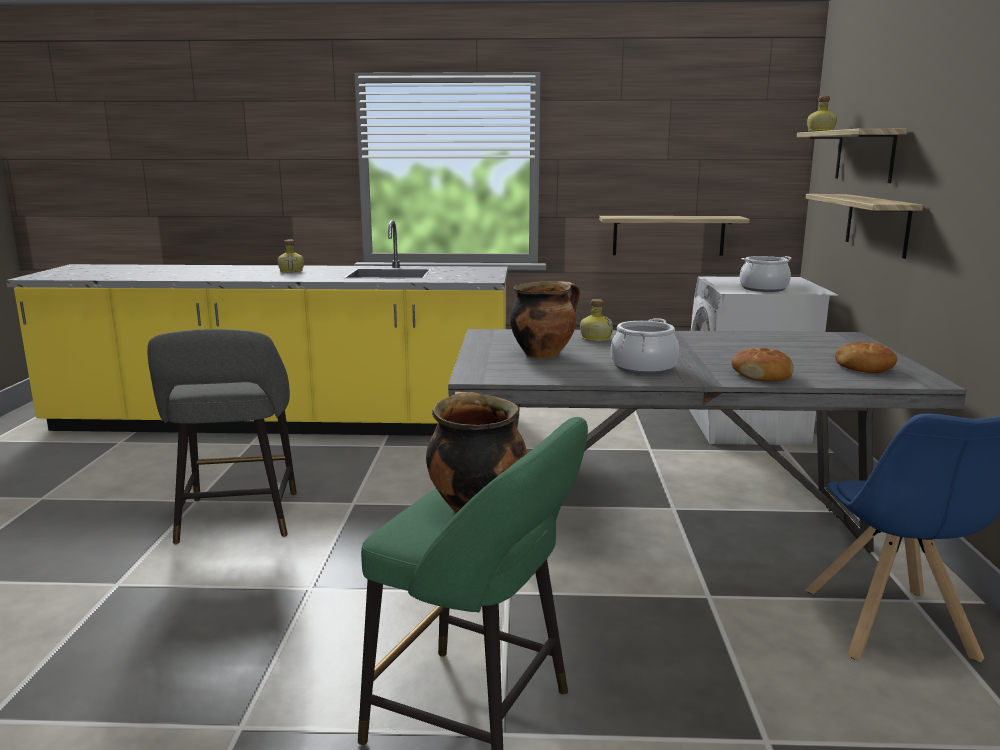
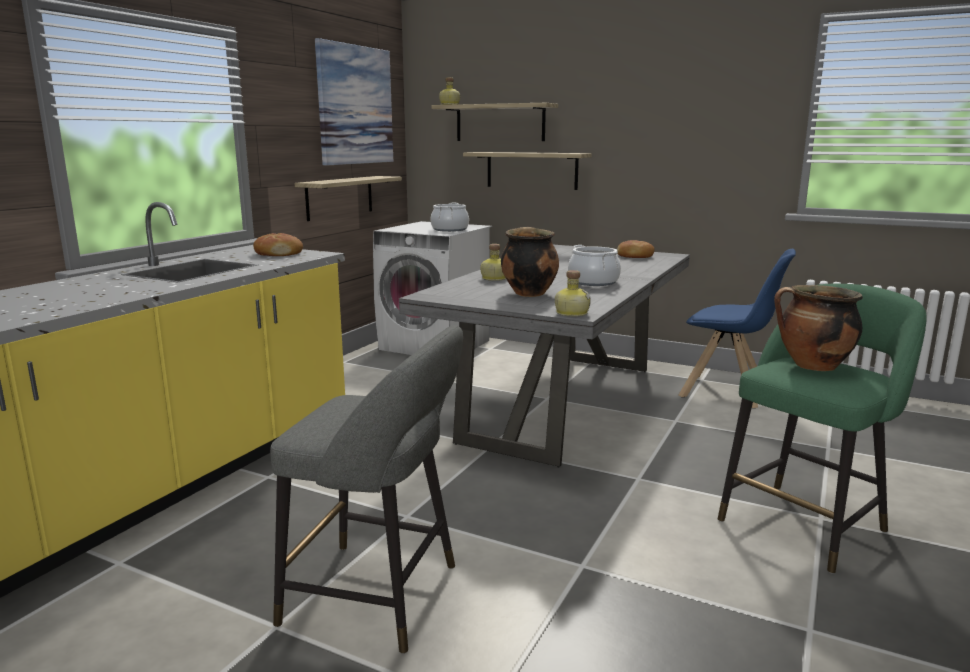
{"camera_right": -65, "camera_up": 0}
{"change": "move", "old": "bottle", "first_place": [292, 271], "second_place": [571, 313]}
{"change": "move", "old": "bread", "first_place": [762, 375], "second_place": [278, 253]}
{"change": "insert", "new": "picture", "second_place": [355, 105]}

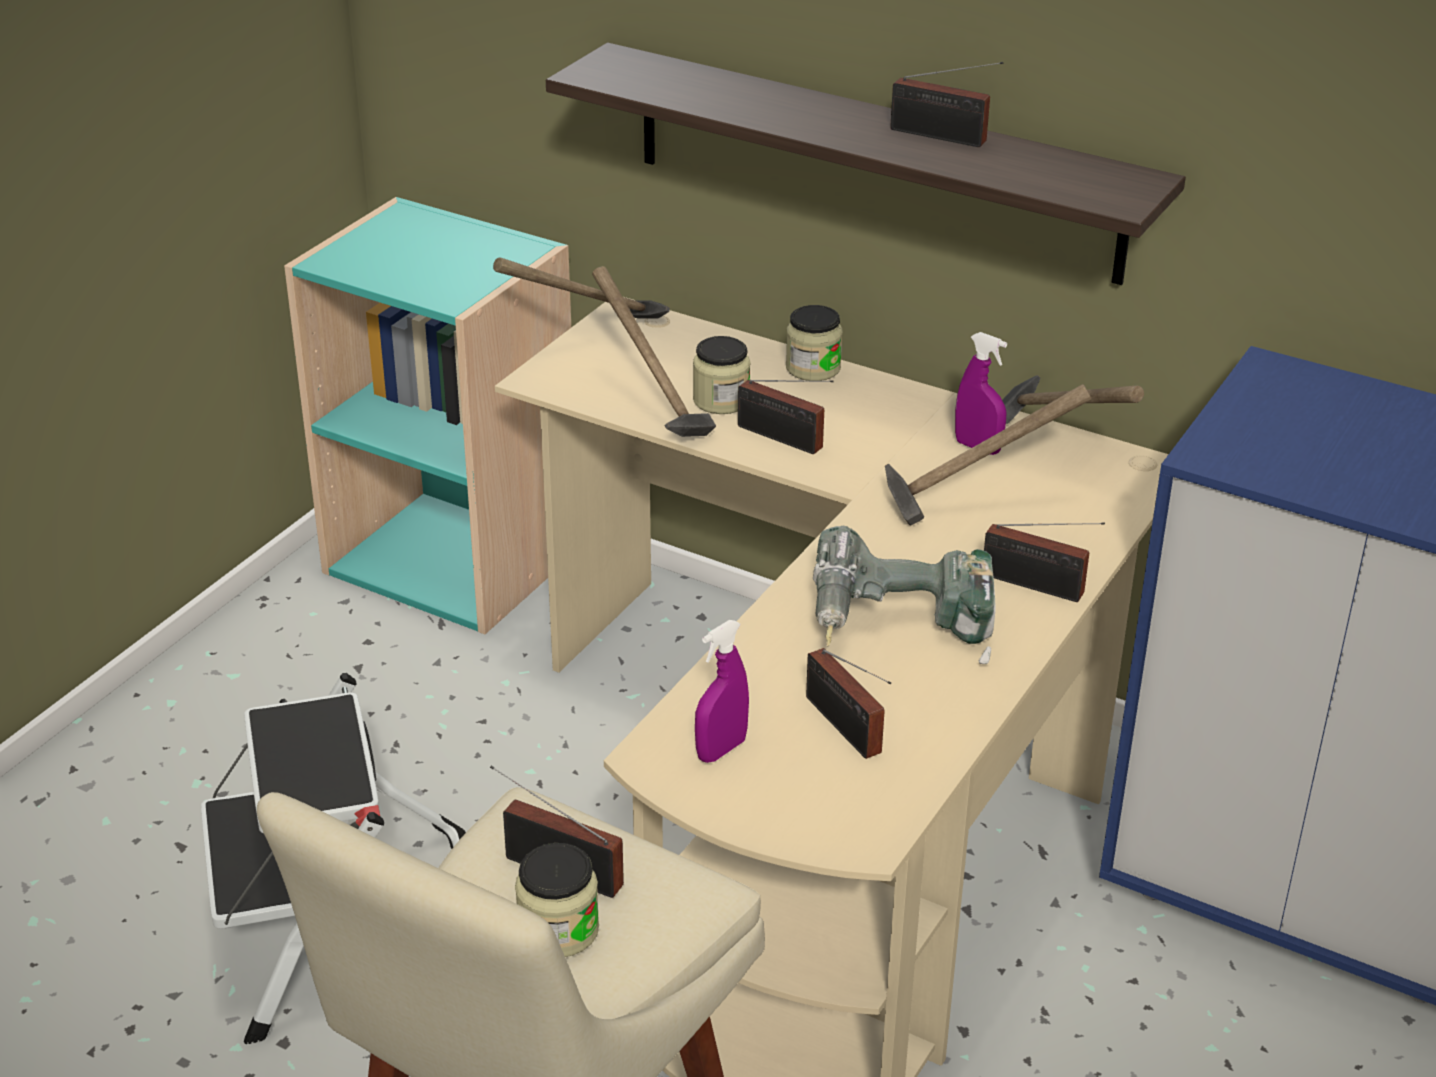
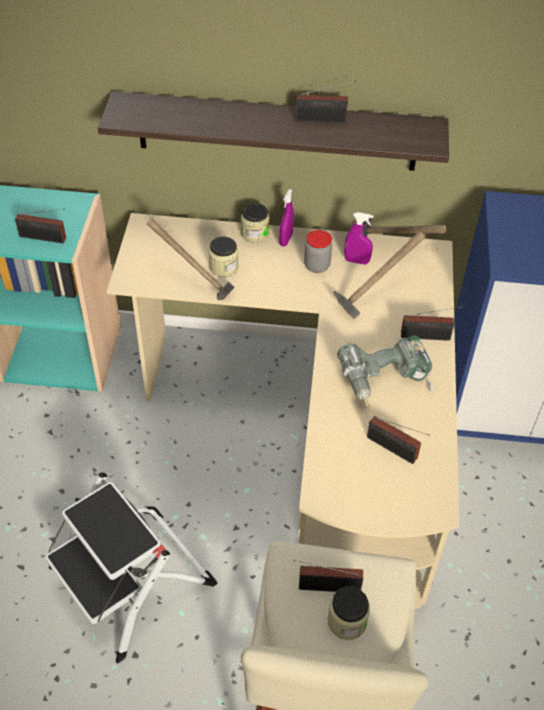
{"camera_right": -25, "camera_up": 15}
{"change": "delete", "old": "hammer", "first_place": [589, 342]}
{"change": "move", "old": "radio", "first_place": [783, 439], "second_place": [45, 238]}
{"change": "move", "old": "spray bottle (purple)", "first_place": [721, 750], "second_place": [286, 240]}
{"change": "insert", "new": "jar", "second_place": [317, 266]}

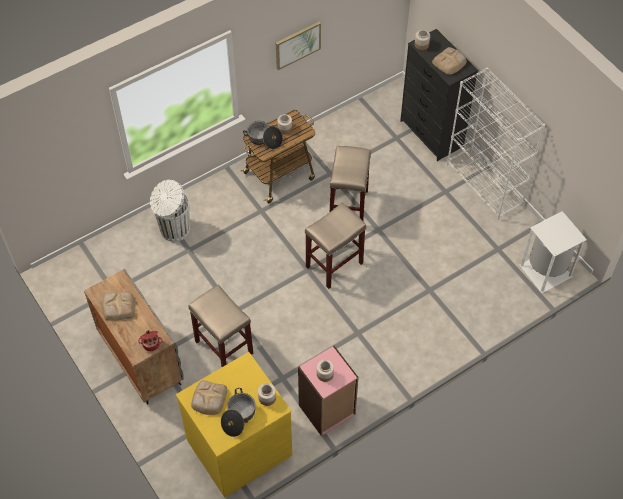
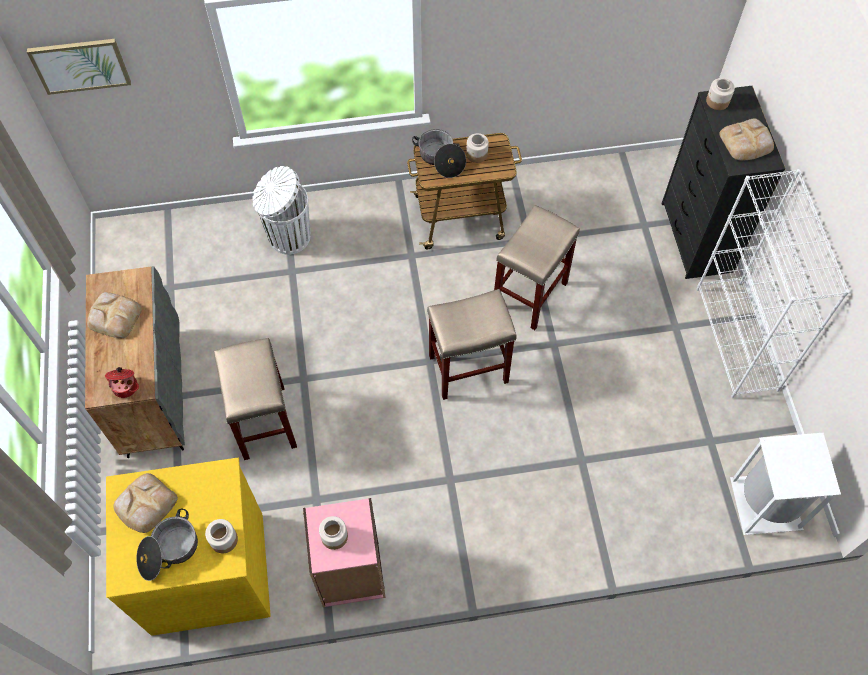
{"camera_right": 25, "camera_up": 5}
{"change": "move", "old": "picture", "first_place": [297, 45], "second_place": [80, 65]}

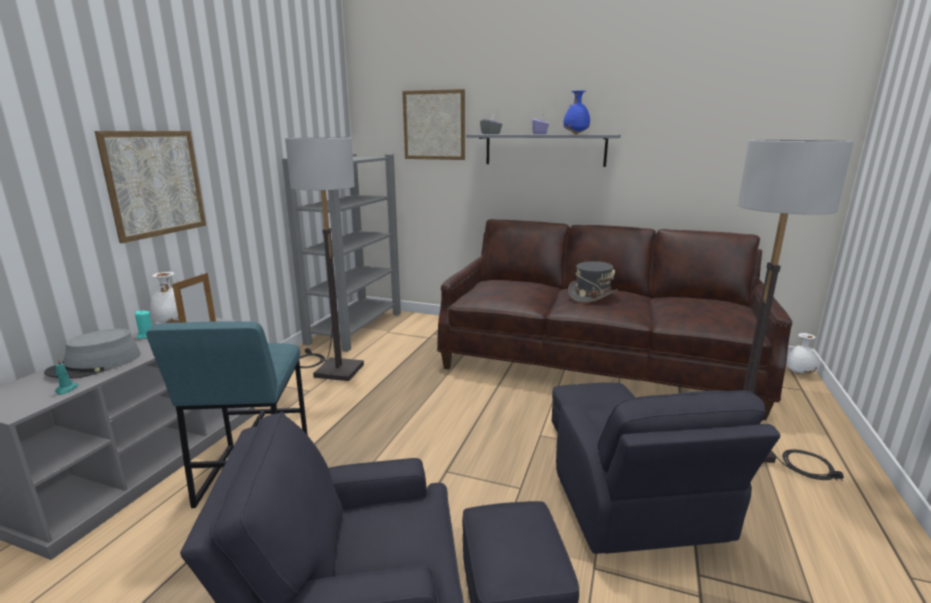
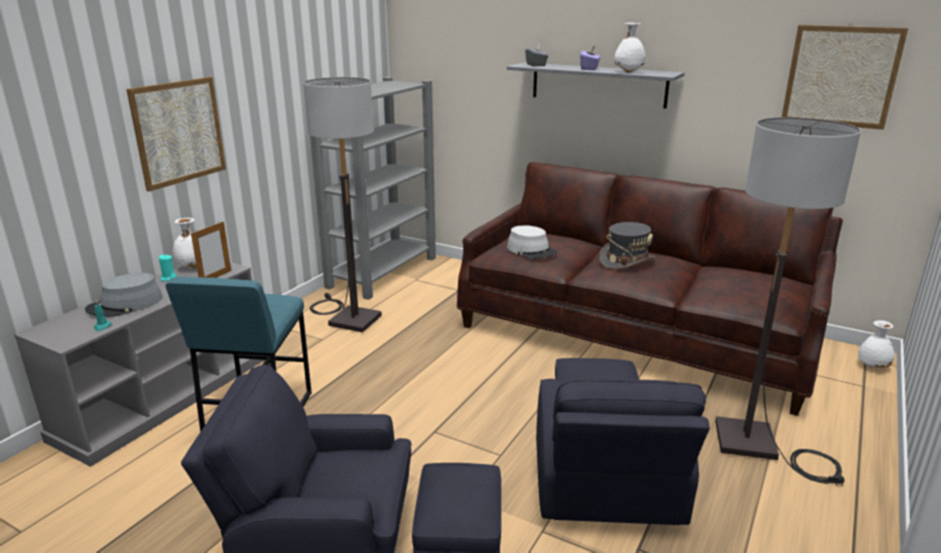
{"camera_right": 10, "camera_up": 5}
{"change": "move", "old": "picture", "first_place": [434, 124], "second_place": [841, 75]}
{"change": "recolor", "old": "vase (blue)", "new": "vase (white)", "first_place": [575, 134], "second_place": [628, 72]}
{"change": "insert", "new": "hat (grey)", "second_place": [531, 250]}

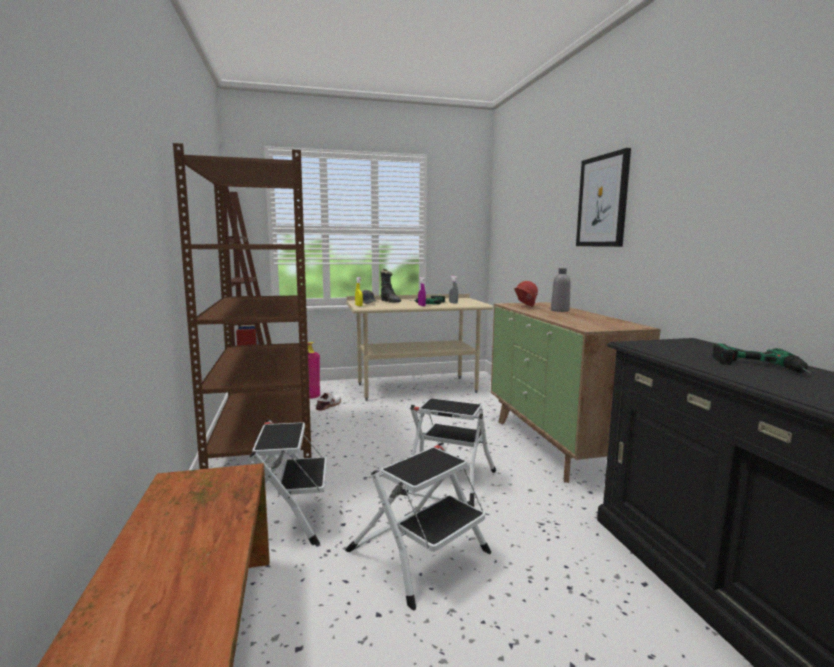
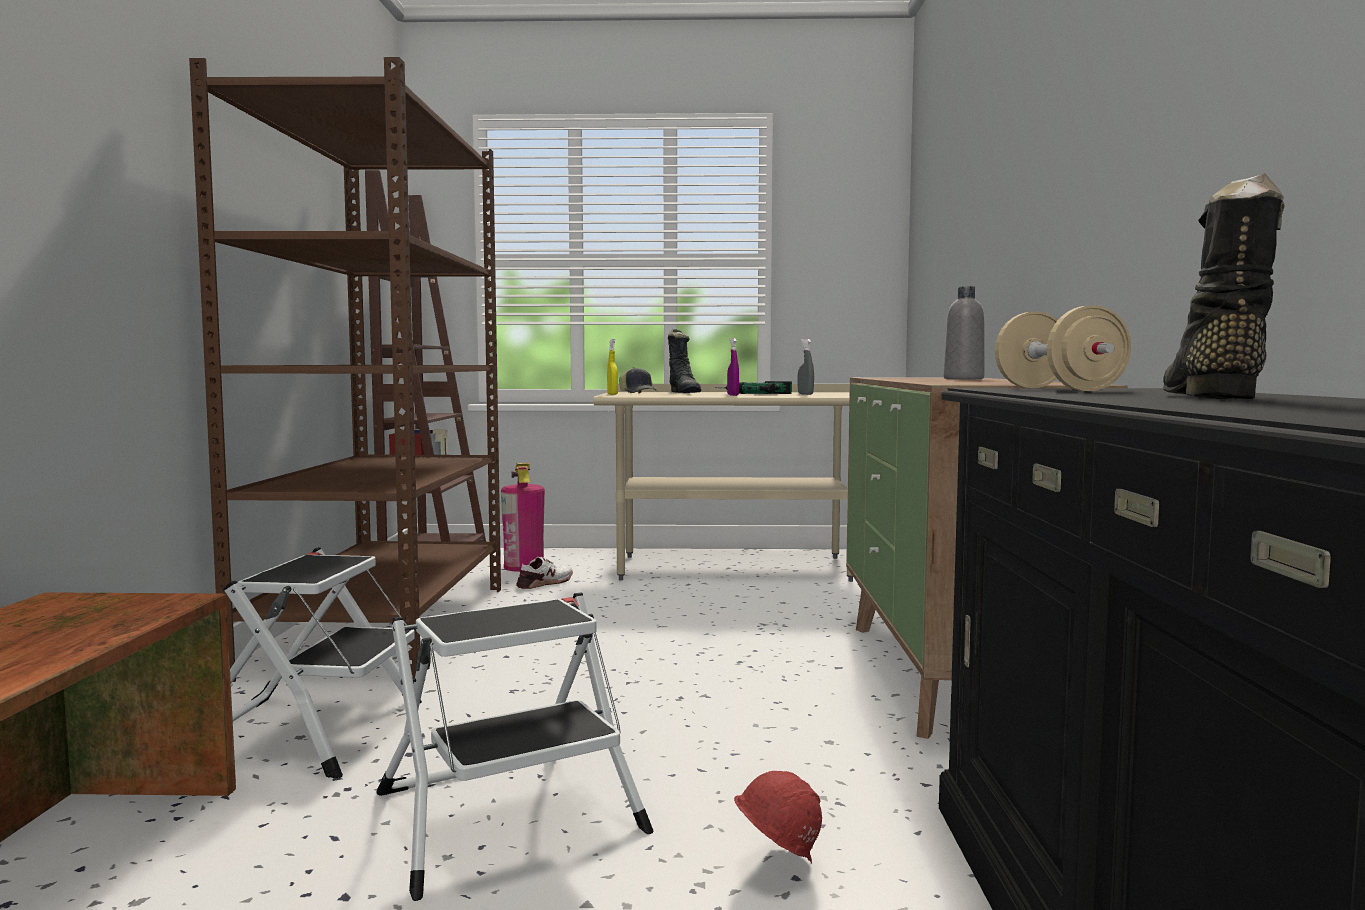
{"camera_right": 15, "camera_up": -5}
{"change": "delete", "old": "picture", "first_place": [603, 201]}
{"change": "move", "old": "hard hat (red)", "first_place": [524, 307], "second_place": [775, 866]}
{"change": "replace", "old": "power drill", "new": "boot (black)", "first_place": [761, 368], "second_place": [1210, 396]}
{"change": "delete", "old": "step ladder", "first_place": [447, 480]}
{"change": "insert", "new": "dumbbell (beige)", "second_place": [1057, 389]}

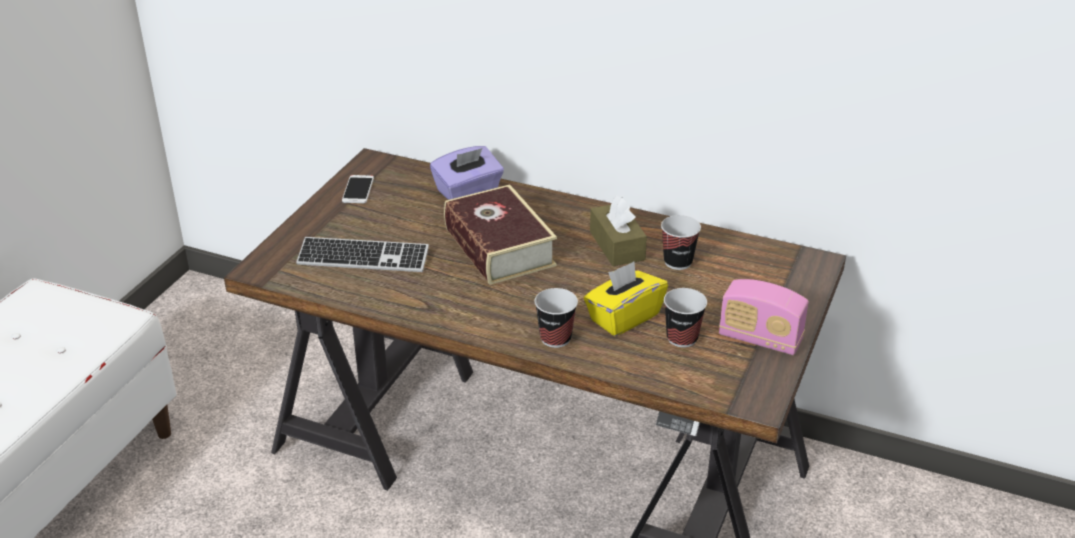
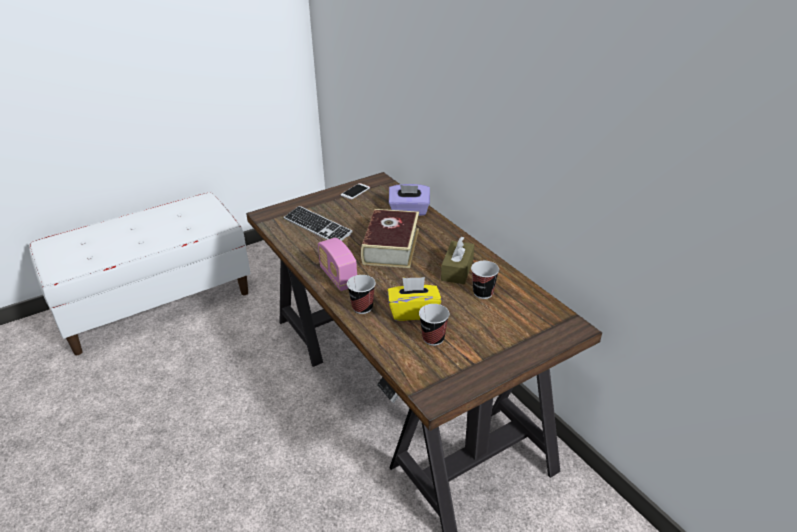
{"camera_right": 35, "camera_up": 0}
{"change": "move", "old": "radio", "first_place": [760, 339], "second_place": [338, 277]}

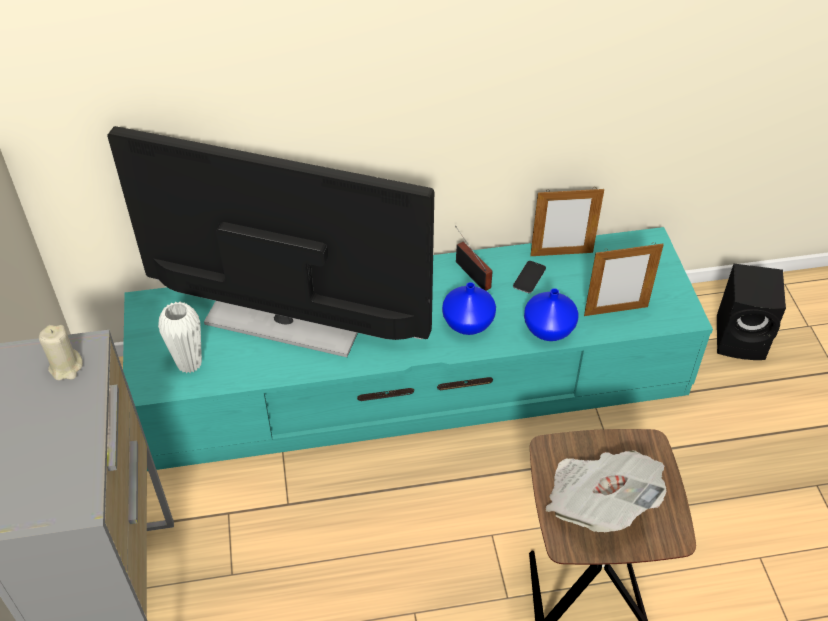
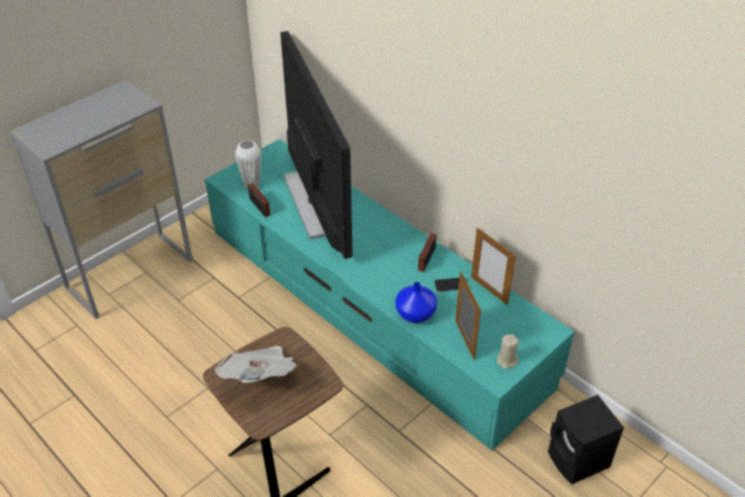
{"camera_right": 55, "camera_up": -5}
{"change": "rotate", "old": "picture frame", "first_place": [616, 311], "second_place": [464, 339], "degrees": -150}
{"change": "delete", "old": "vase (blue)", "first_place": [467, 322]}
{"change": "move", "old": "candle (beige)", "first_place": [66, 367], "second_place": [507, 361]}
{"change": "insert", "new": "radio", "second_place": [260, 208]}

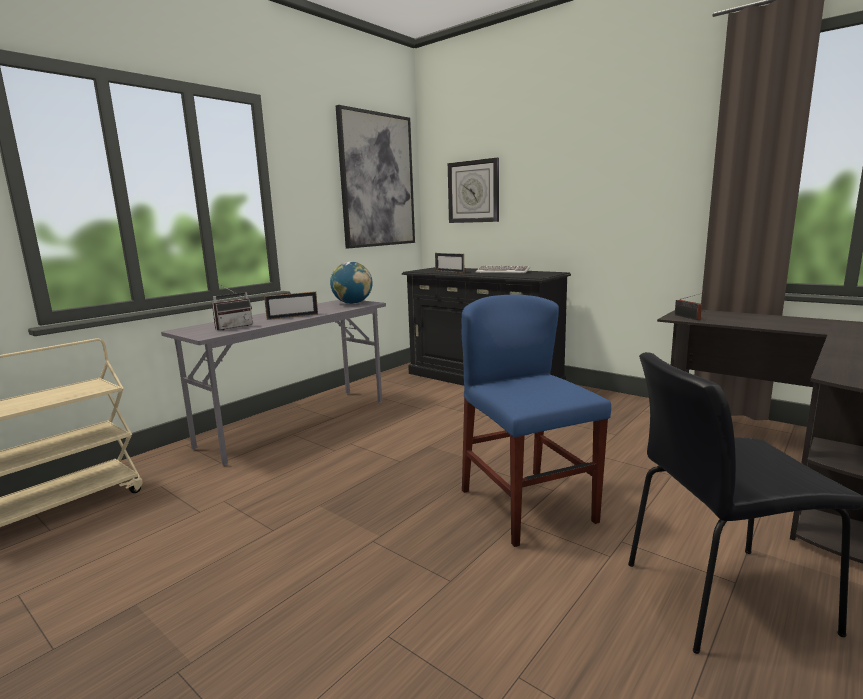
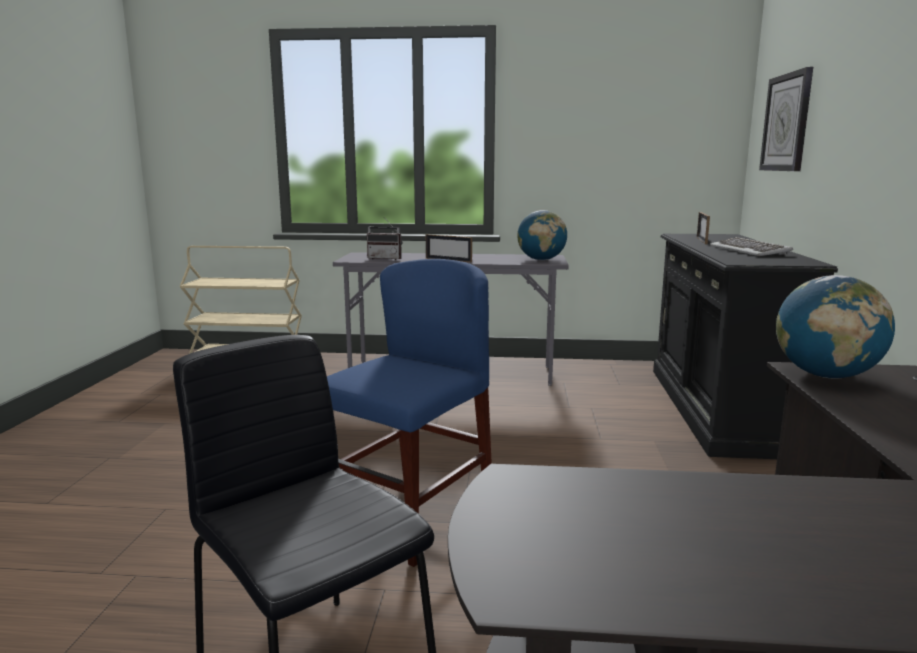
{"camera_right": 55, "camera_up": 0}
{"change": "delete", "old": "picture", "first_place": [377, 180]}
{"change": "replace", "old": "radio", "new": "globe", "first_place": [688, 317], "second_place": [826, 375]}

